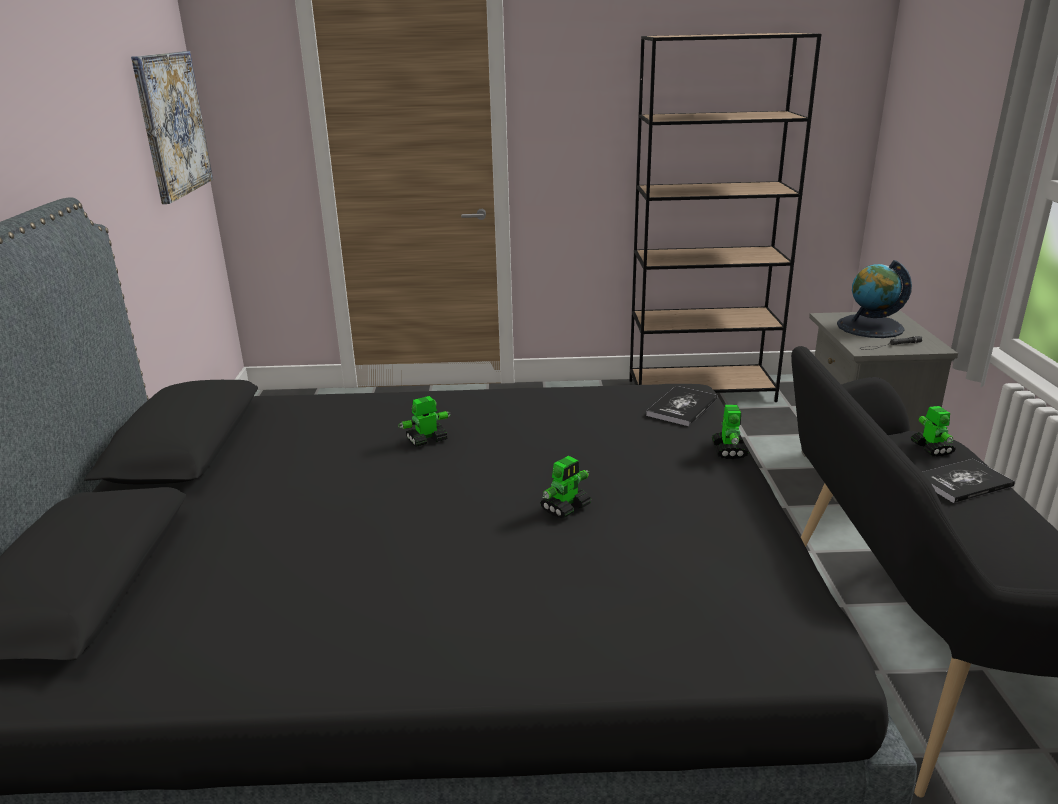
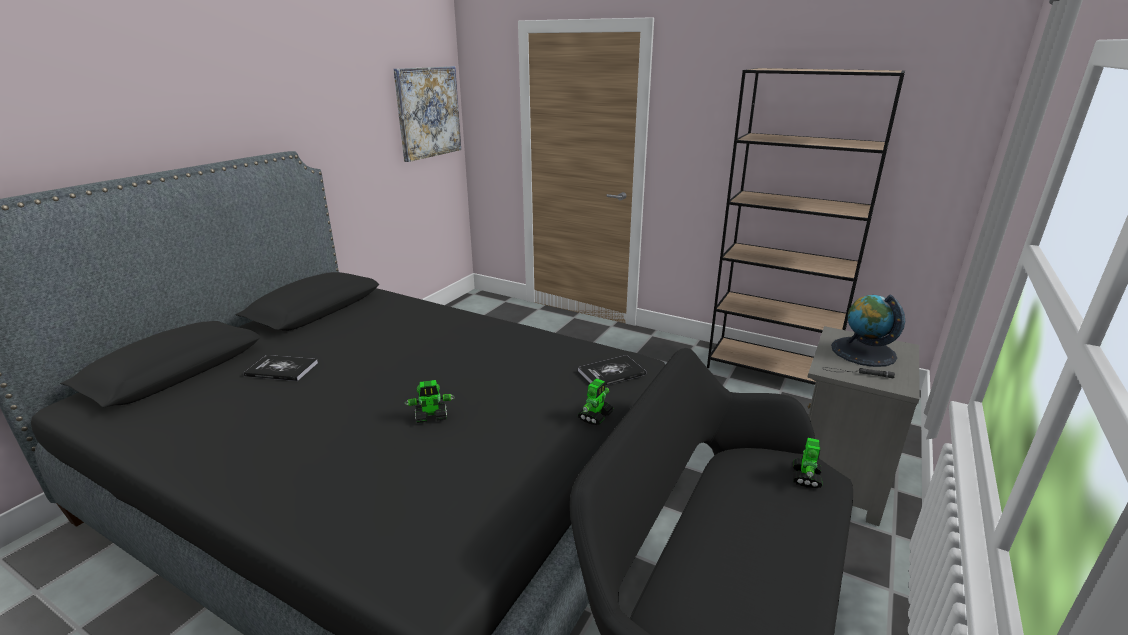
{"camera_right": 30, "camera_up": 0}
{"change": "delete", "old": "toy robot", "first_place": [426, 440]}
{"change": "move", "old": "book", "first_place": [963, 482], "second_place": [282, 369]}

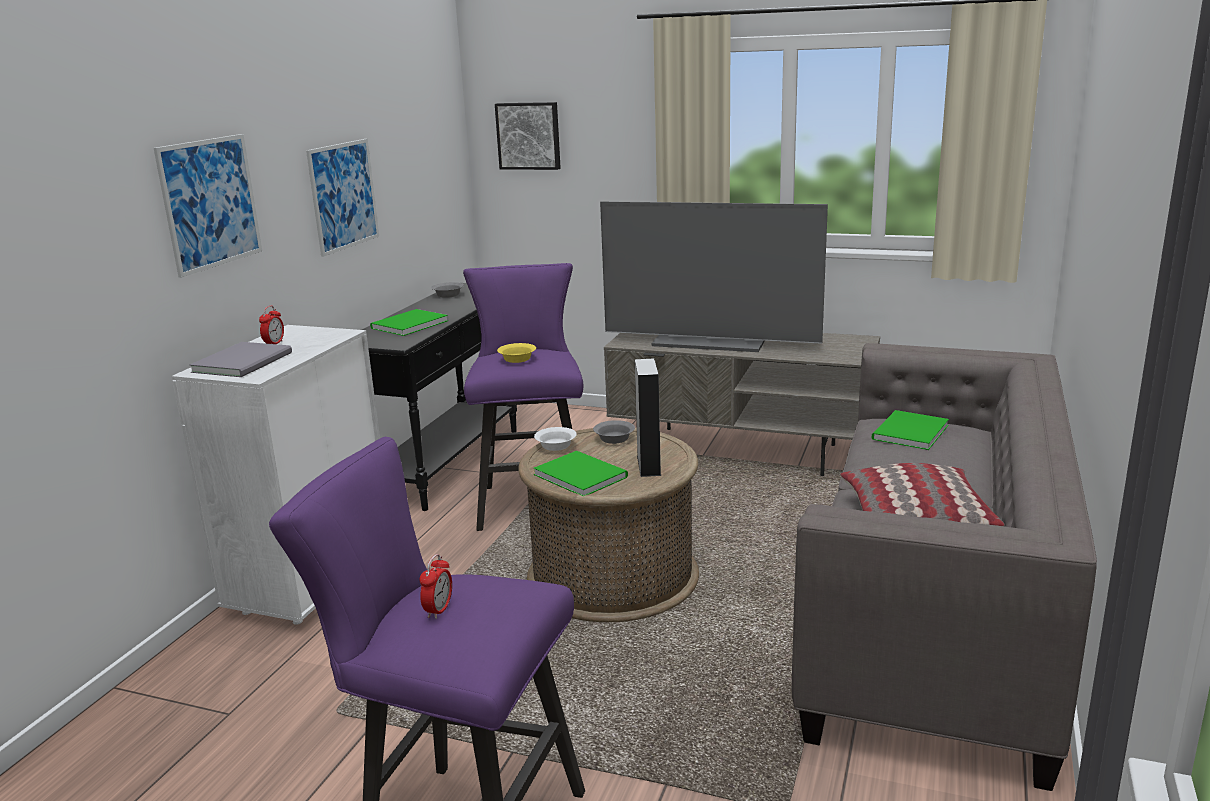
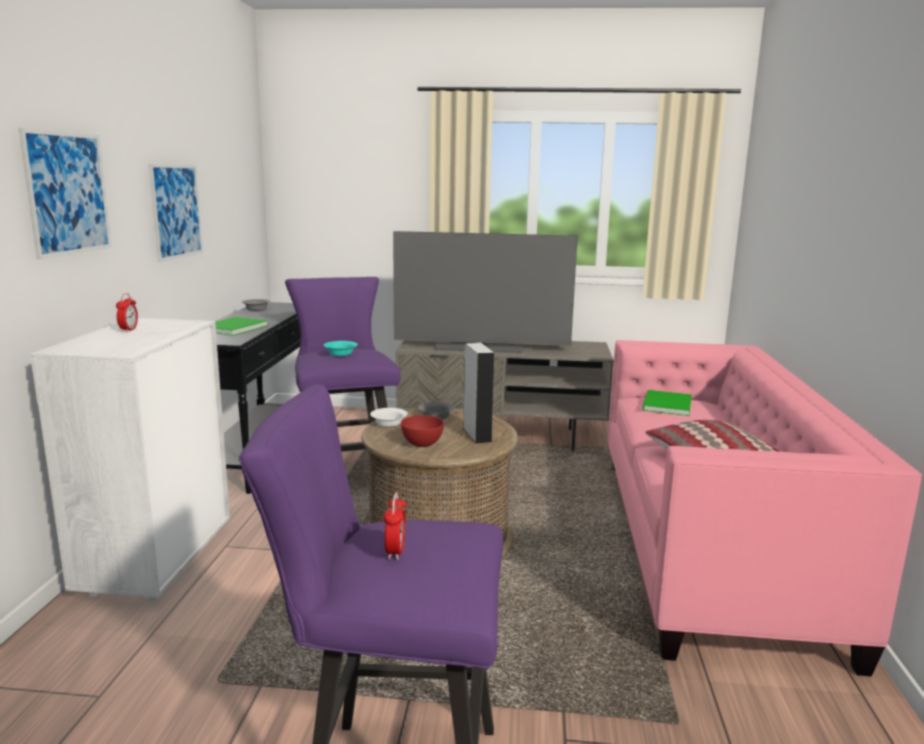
{"camera_right": -15, "camera_up": -5}
{"change": "delete", "old": "picture", "first_place": [529, 136]}
{"change": "delete", "old": "book (grey)", "first_place": [246, 362]}
{"change": "recolor", "old": "bowl (yellow)", "new": "bowl (turquoise)", "first_place": [516, 360], "second_place": [340, 354]}
{"change": "recolor", "old": "sofa (grey)", "new": "sofa (pink)", "first_place": [934, 612], "second_place": [707, 544]}
{"change": "replace", "old": "book (green)", "new": "bowl (red)", "first_place": [580, 474], "second_place": [422, 444]}

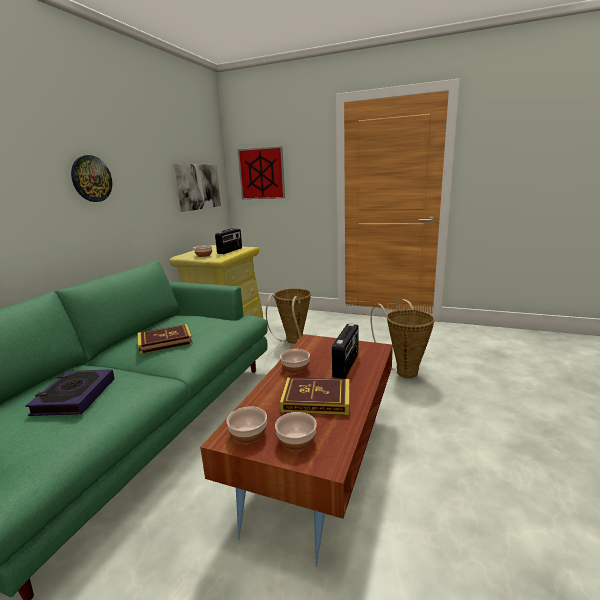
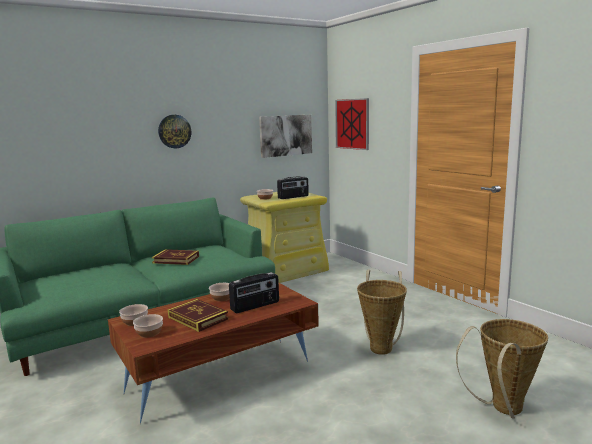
{"camera_right": 35, "camera_up": -5}
{"change": "move", "old": "basket", "first_place": [293, 342], "second_place": [502, 410]}
{"change": "delete", "old": "book", "first_place": [74, 396]}

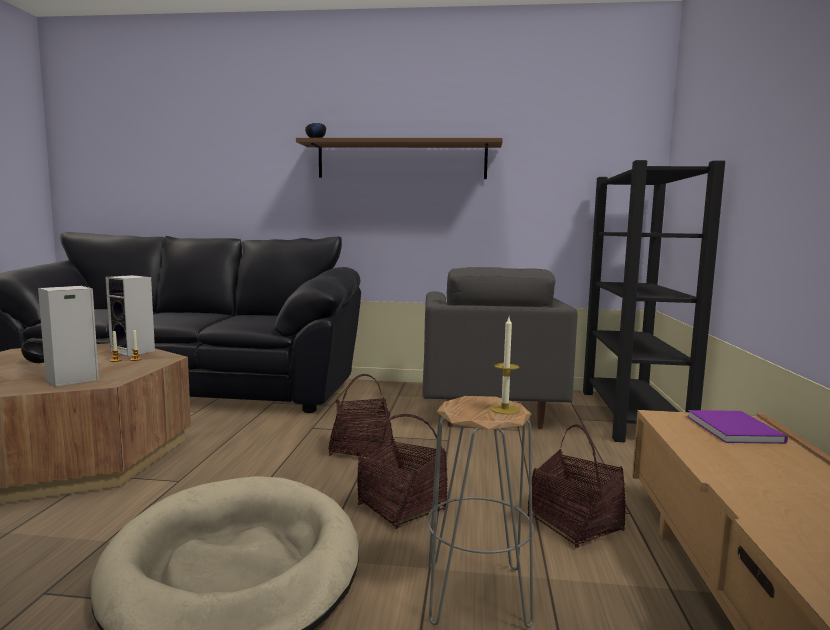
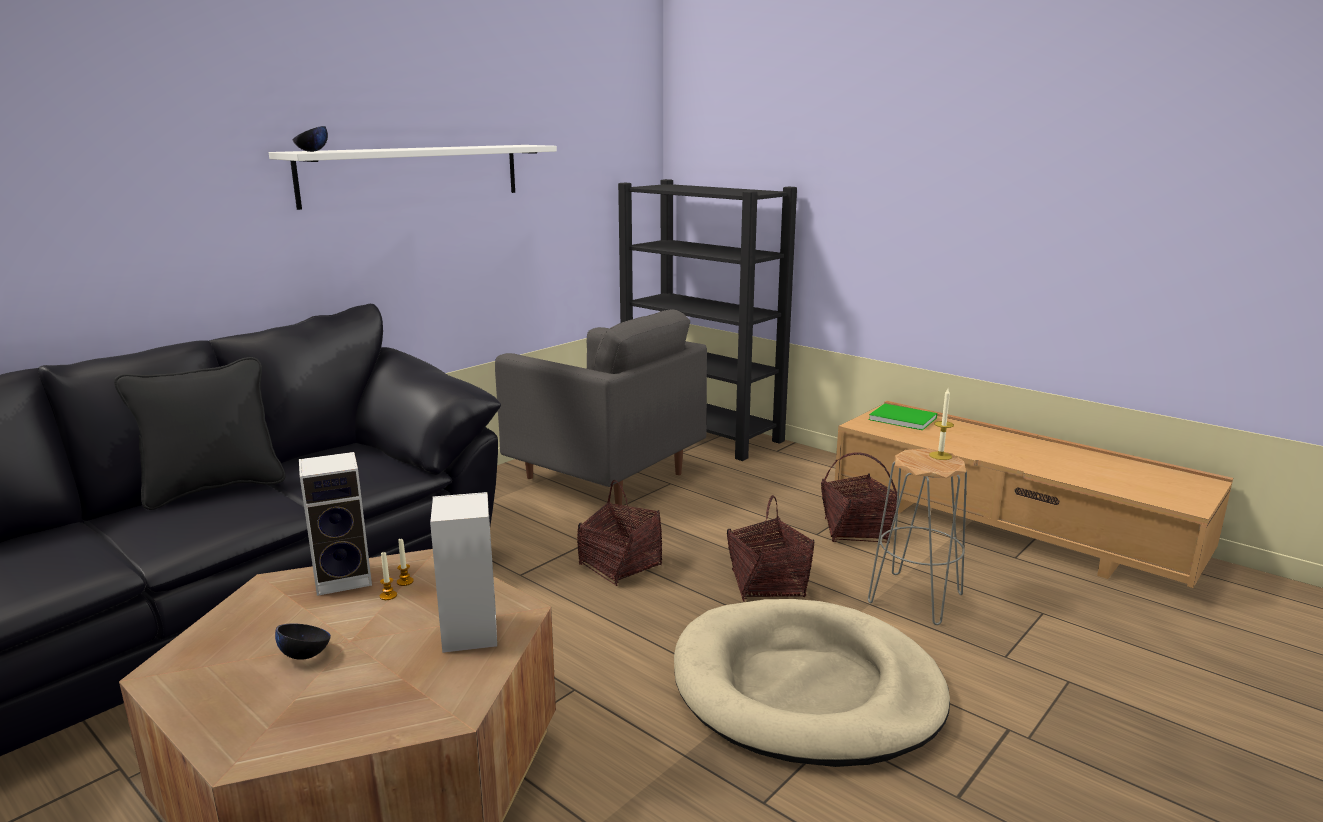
{"camera_right": -55, "camera_up": 10}
{"change": "recolor", "old": "shelf (brown)", "new": "shelf (white)", "first_place": [401, 161], "second_place": [414, 174]}
{"change": "recolor", "old": "book (purple)", "new": "book (green)", "first_place": [734, 428], "second_place": [901, 418]}
{"change": "insert", "new": "pillow (black)", "second_place": [214, 488]}

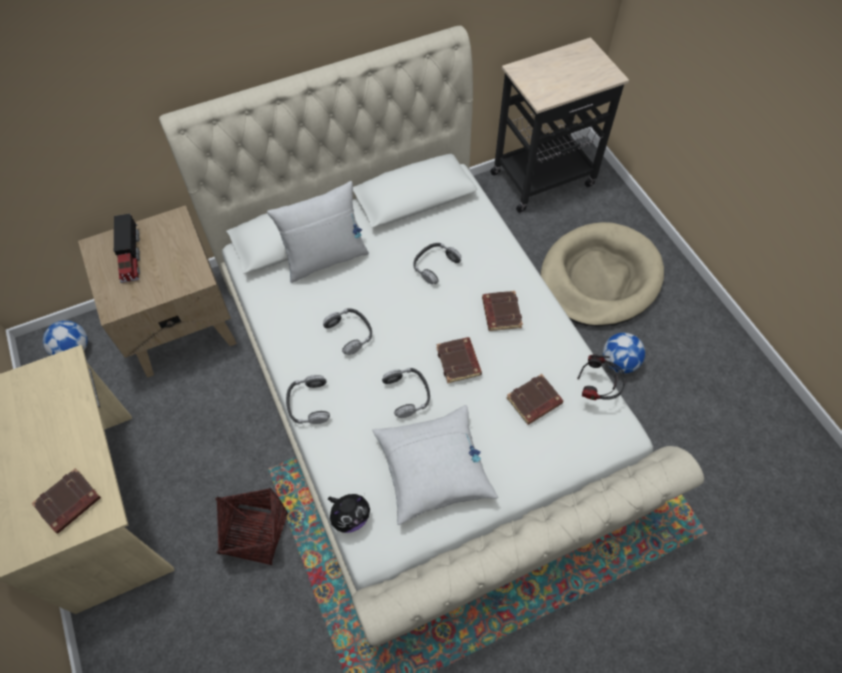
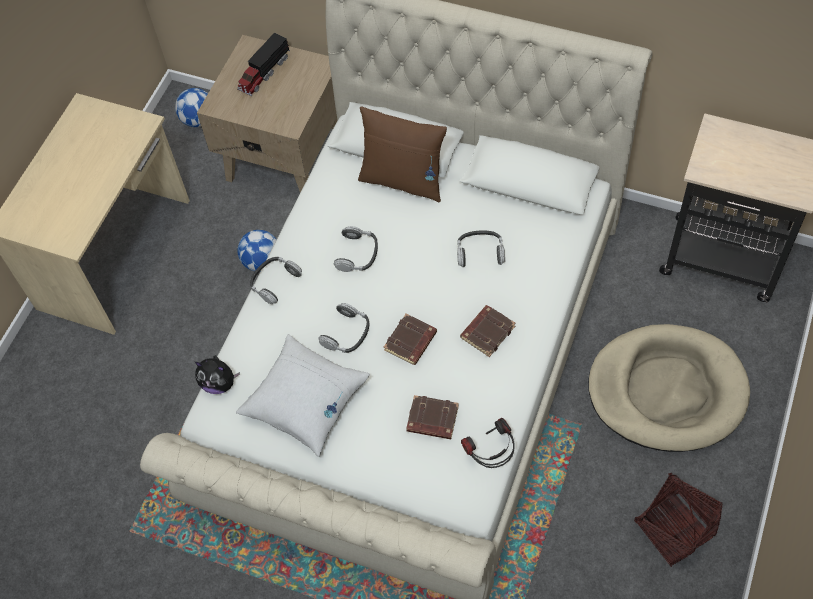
{"camera_right": 50, "camera_up": 0}
{"change": "recolor", "old": "pillow (grey)", "new": "pillow (brown)", "first_place": [325, 259], "second_place": [403, 181]}
{"change": "move", "old": "football", "first_place": [619, 362], "second_place": [262, 262]}
{"change": "delete", "old": "book (brown)", "first_place": [69, 503]}
{"change": "move", "old": "basket", "first_place": [254, 533], "second_place": [674, 528]}

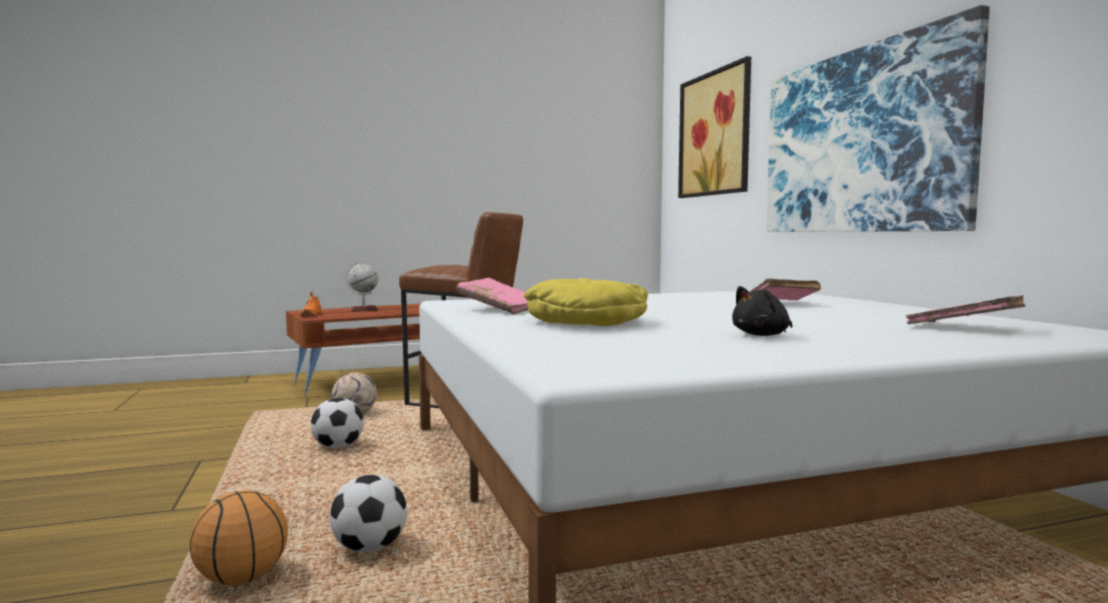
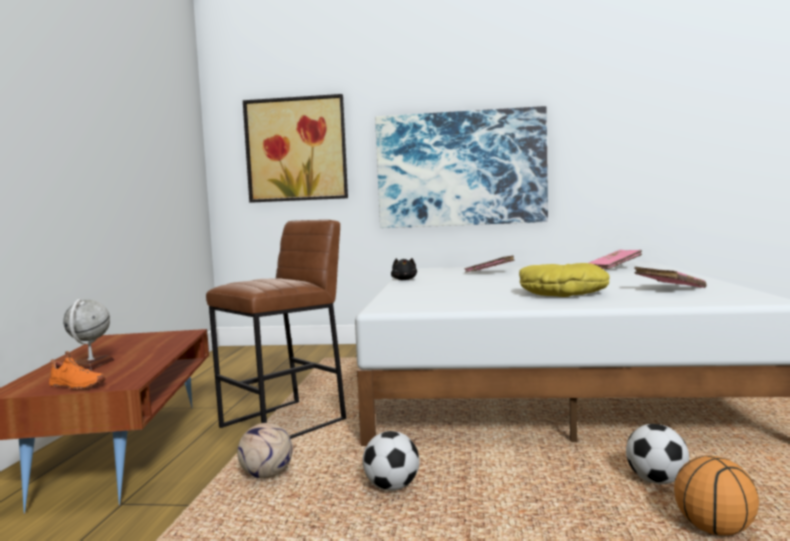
{"camera_right": -65, "camera_up": 0}
{"change": "move", "old": "book (pink)", "first_place": [500, 309], "second_place": [669, 289]}
{"change": "move", "old": "plush toy (black)", "first_place": [763, 335], "second_place": [404, 280]}

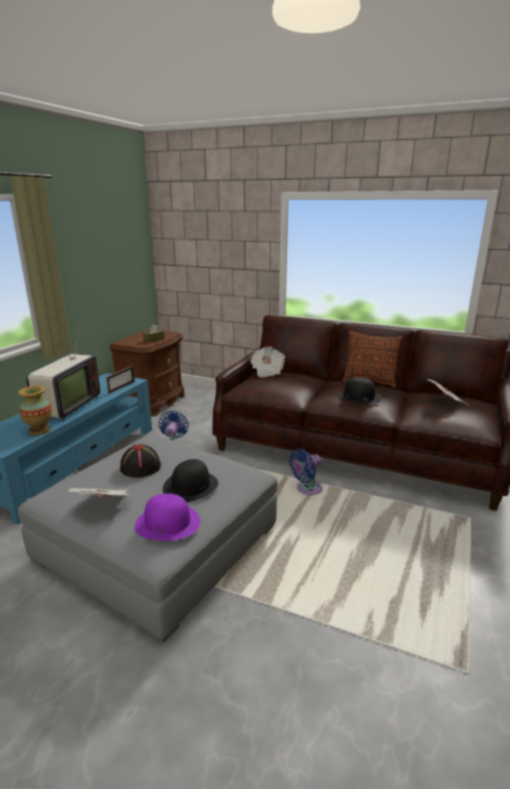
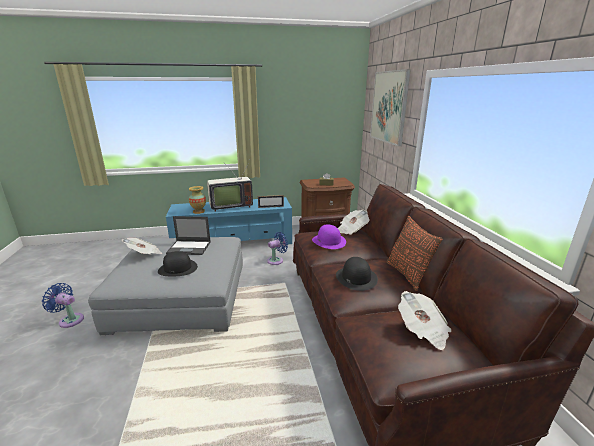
{"camera_right": 55, "camera_up": 0}
{"change": "replace", "old": "hat (black)", "new": "laptop", "first_place": [140, 466], "second_place": [189, 248]}
{"change": "move", "old": "fan (blue)", "first_place": [307, 489], "second_place": [69, 320]}
{"change": "move", "old": "hat (purple)", "first_place": [168, 523], "second_place": [329, 241]}
{"change": "insert", "new": "picture", "second_place": [389, 107]}

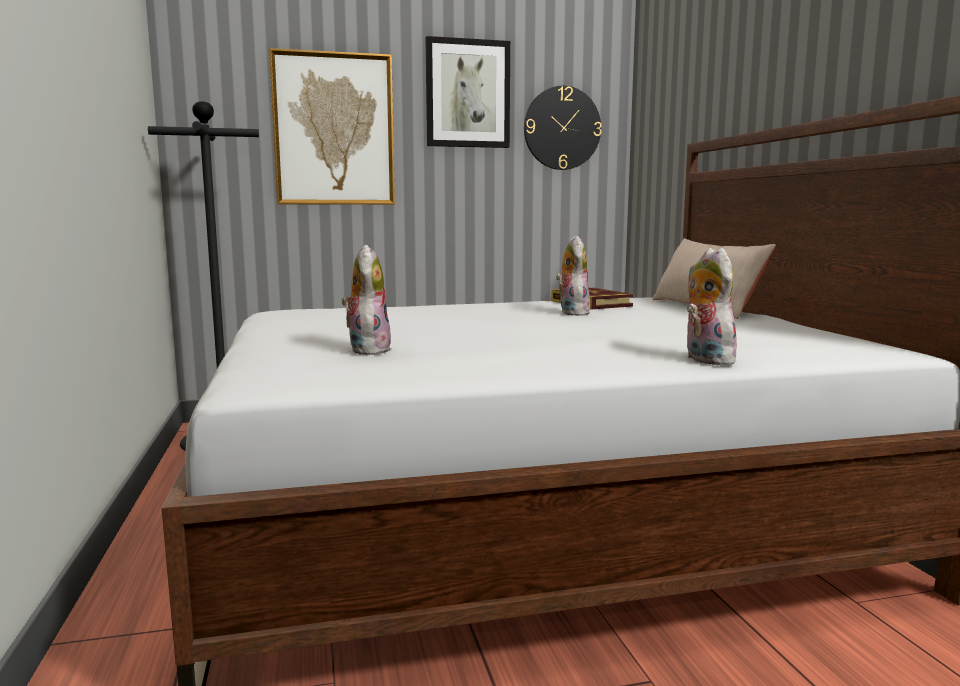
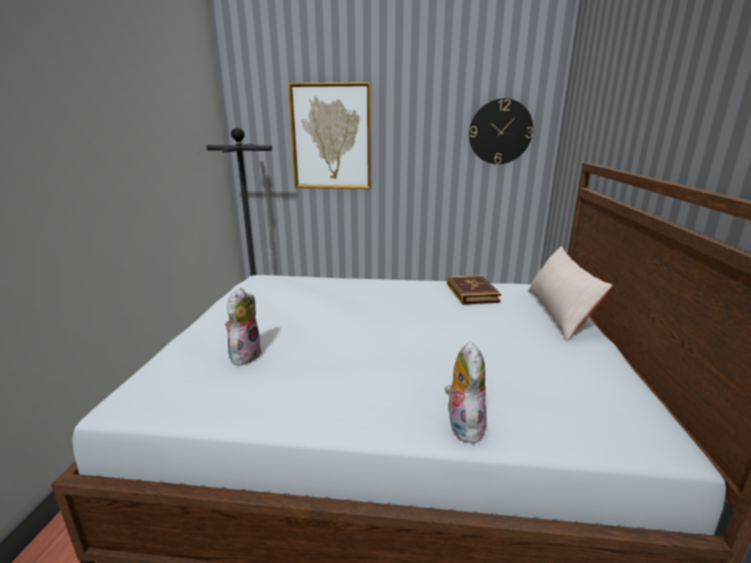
{"camera_right": 20, "camera_up": 10}
{"change": "delete", "old": "picture", "first_place": [467, 94]}
{"change": "delete", "old": "plush toy", "first_place": [572, 313]}

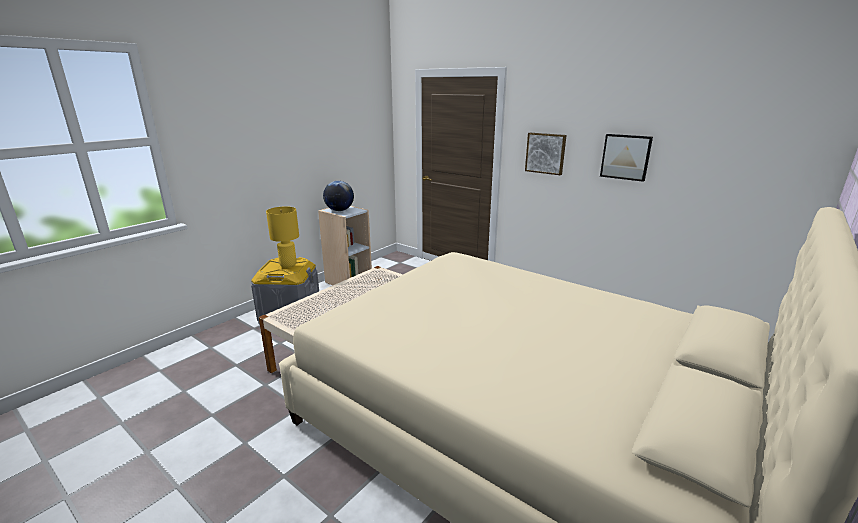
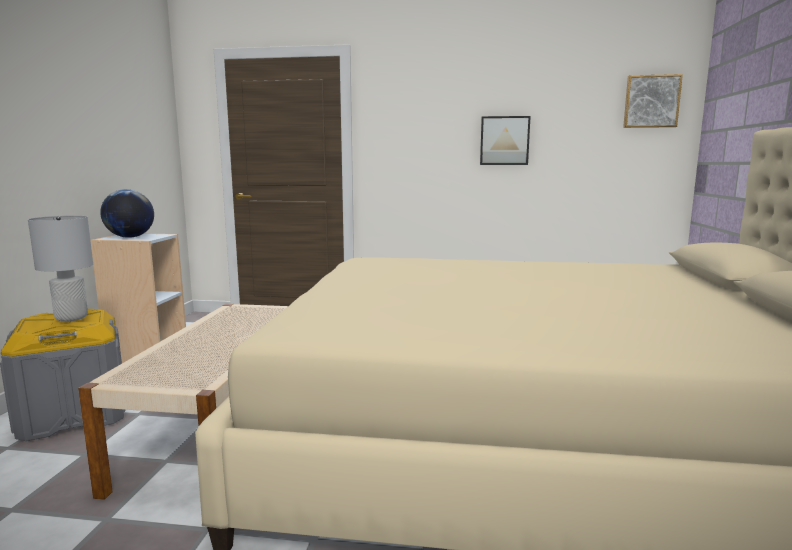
{"camera_right": -30, "camera_up": -10}
{"change": "move", "old": "picture", "first_place": [545, 153], "second_place": [651, 101]}
{"change": "recolor", "old": "table lamp (yellow)", "new": "table lamp (grey)", "first_place": [288, 265], "second_place": [72, 319]}

